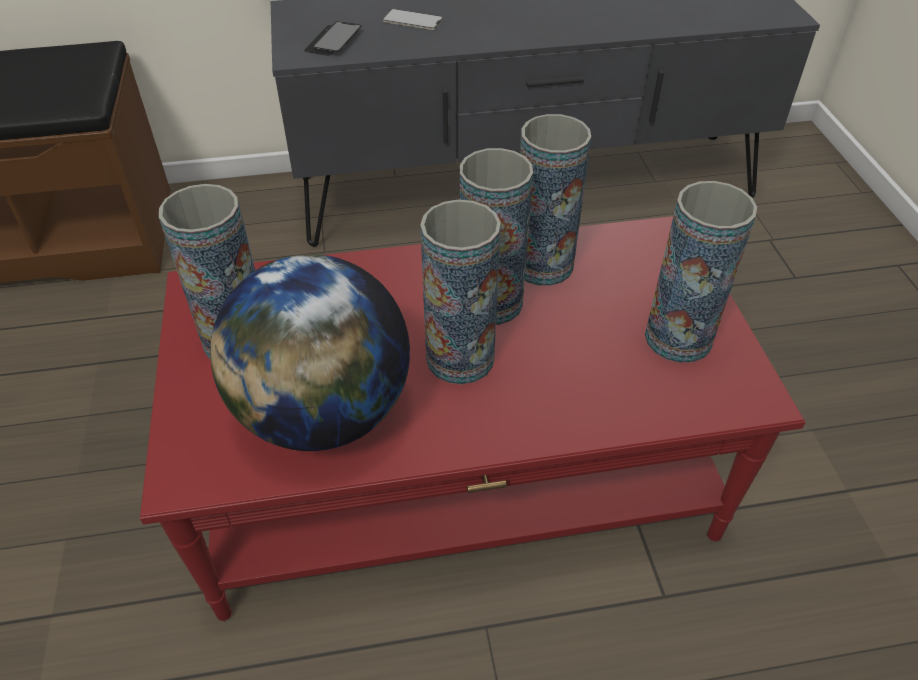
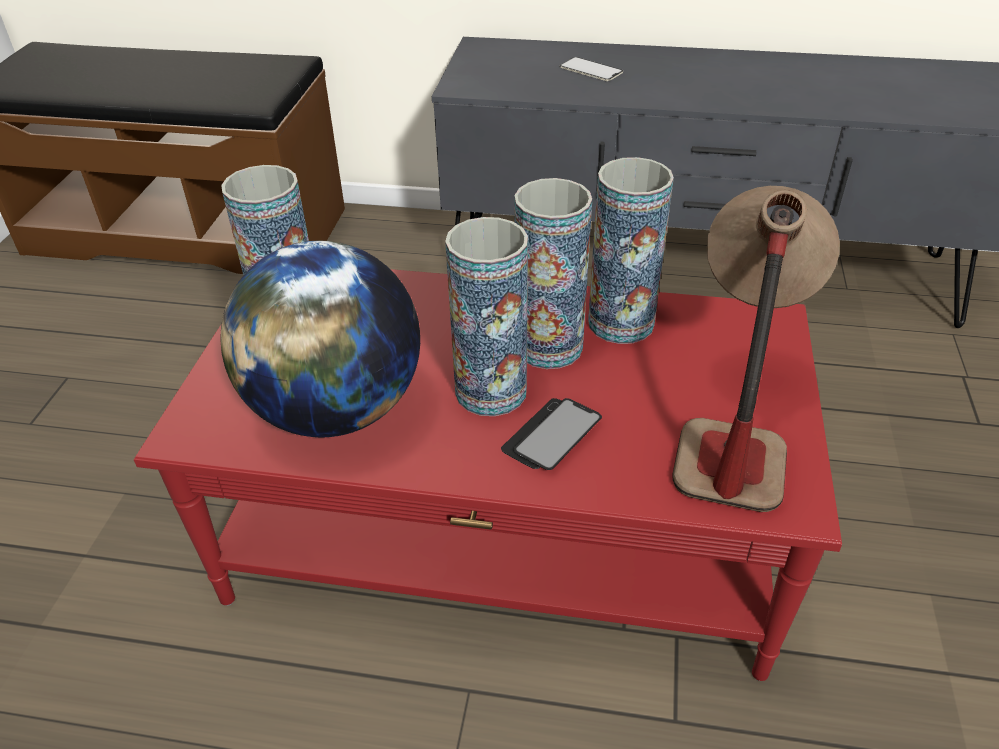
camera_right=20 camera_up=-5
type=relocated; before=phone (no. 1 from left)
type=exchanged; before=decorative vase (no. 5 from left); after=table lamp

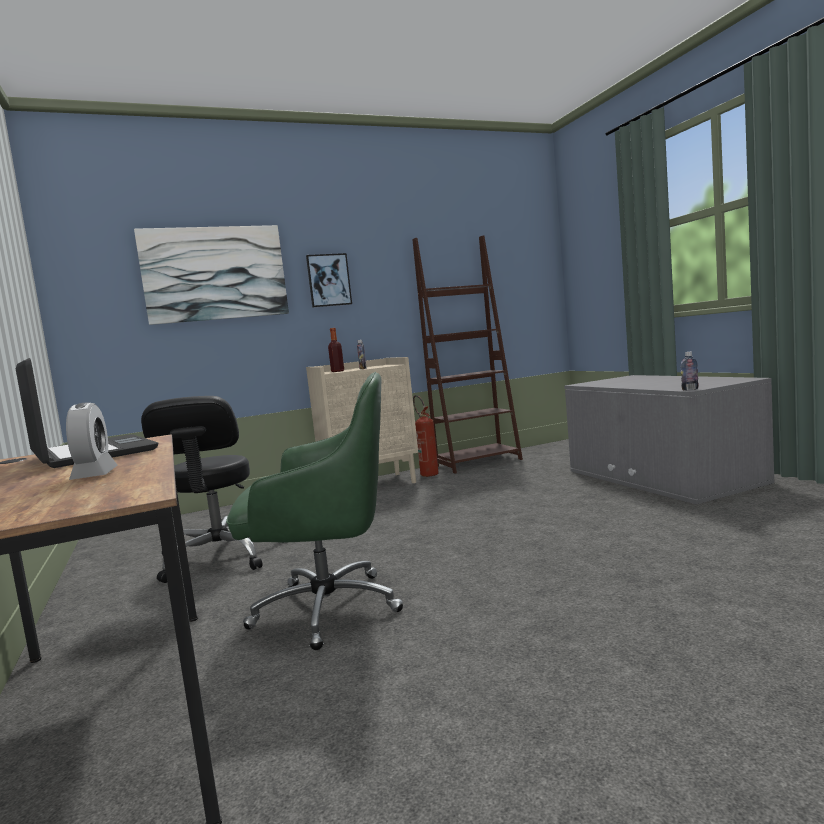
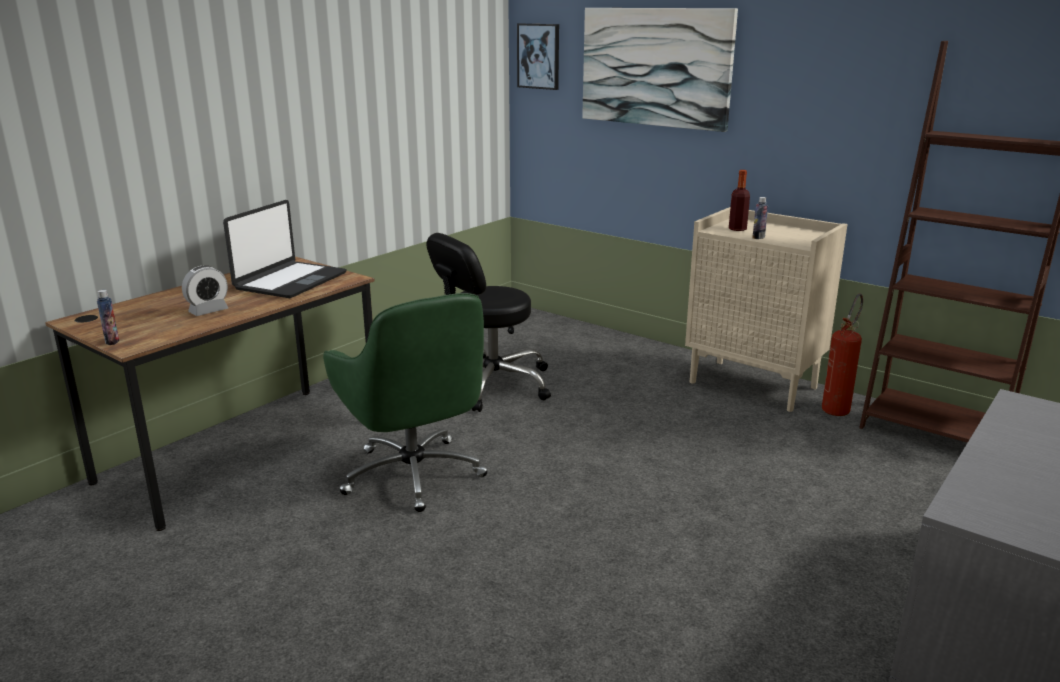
camera_right=60 camera_up=15
type=relocated; before=drink bottle (no. 3 from left in the first image); after=drink bottle (no. 1 from left)
type=relocated; before=wall art (no. 2 from left in the first image); after=wall art (no. 1 from left)

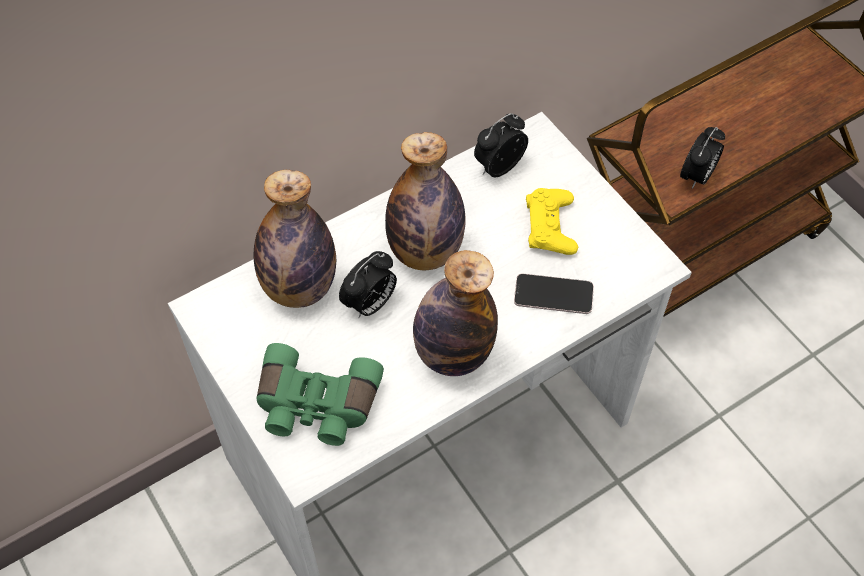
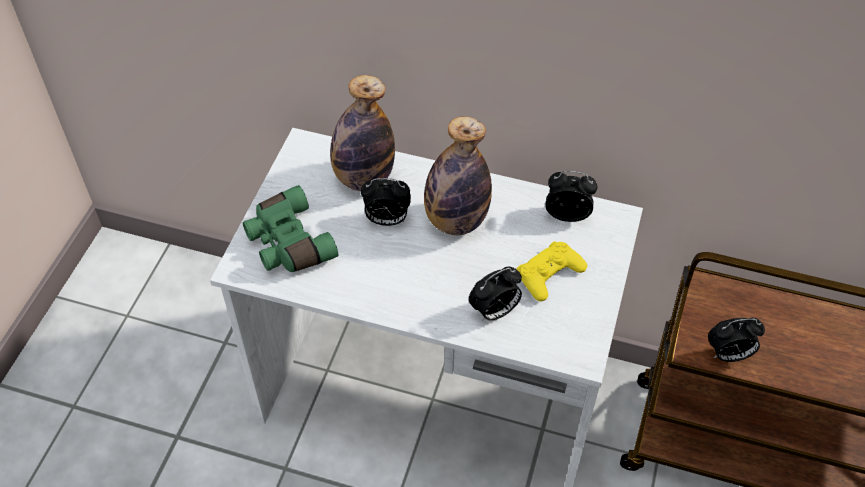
camera_right=50 camera_up=-5
type=exchanged; before=phone; after=table clock (no. 2 from left)
type=missing; before=drink bottle (no. 3 from left)

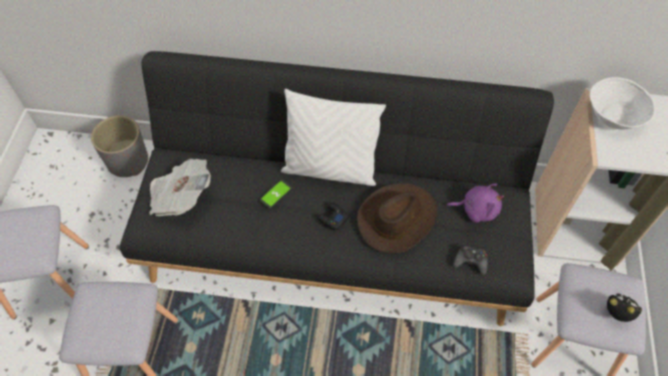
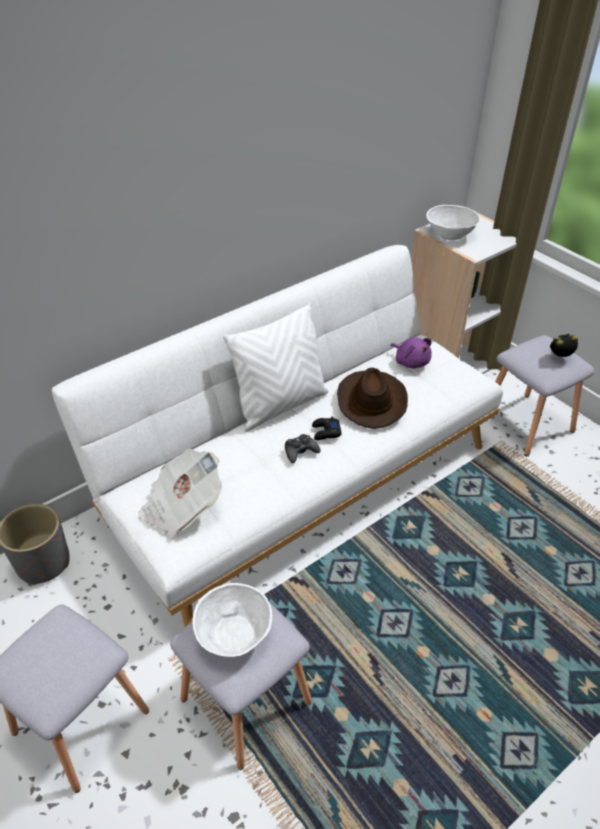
camera_right=-45 camera_up=-15
type=colour; before=black couch; after=whitish couch
type=appeared; after=whitish serving bowl (no. 1 from left)
type=relocated; before=black joypad (no. 2 from left in the first image); after=black joypad (no. 1 from left)
type=spun; before=purplish plush toy; turn=90
type=missing; before=phone

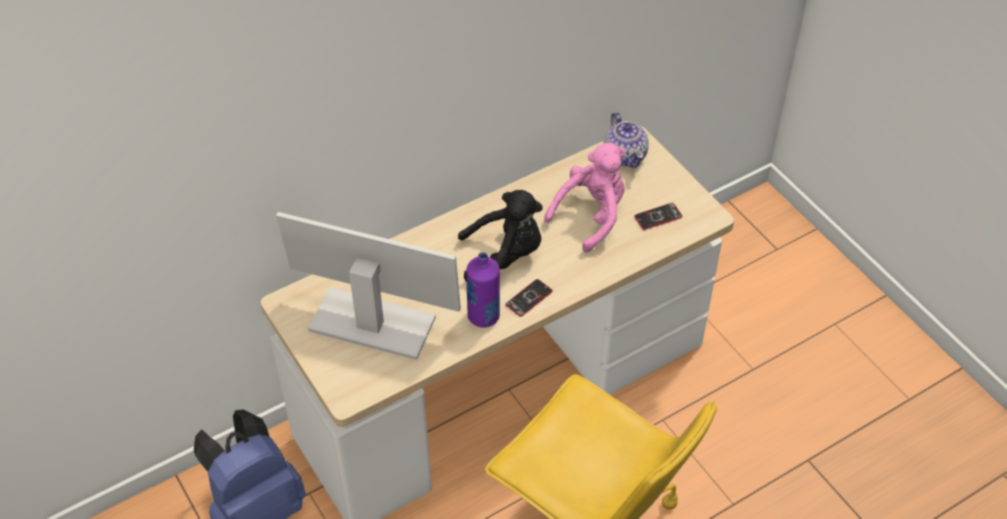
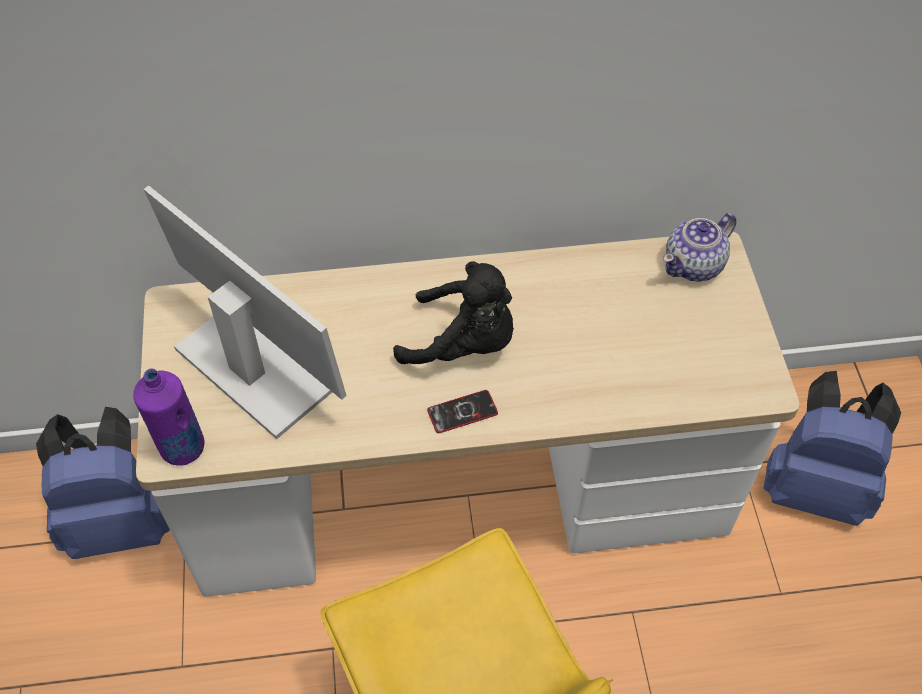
camera_right=25 camera_up=5
type=relocated; before=purplish drink bottle
type=spun; before=teapot; turn=45
type=appeared; after=blue knapsack (no. 2 from left)
type=missing; before=pinkish plush toy
type=missing; before=phone (no. 2 from left)

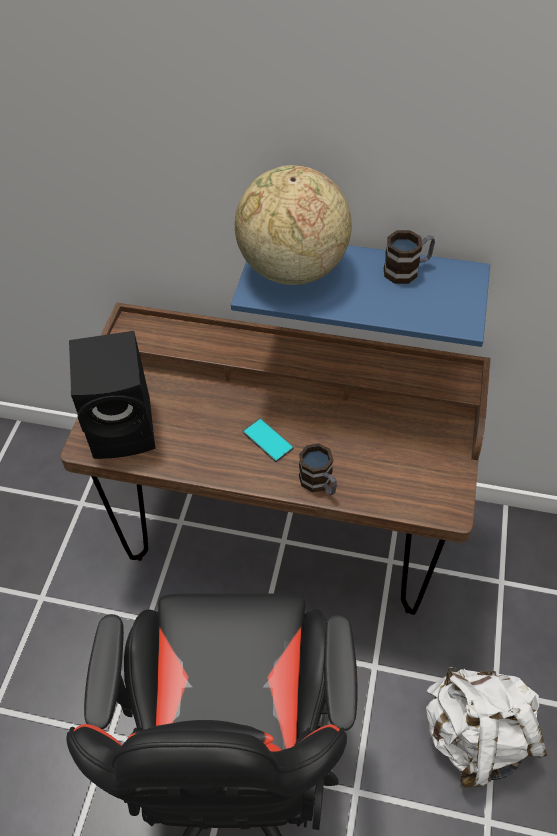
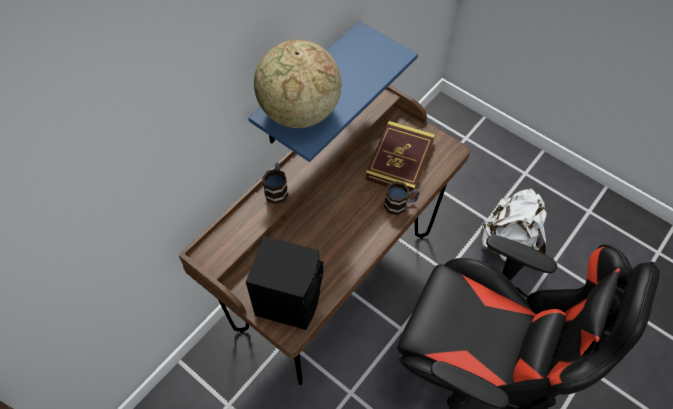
camera_right=-65 camera_up=5
type=relocated; before=coffee mug (no. 2 from left in the first image); after=coffee mug (no. 1 from left)
type=appeared; after=volume
type=missing; before=phone

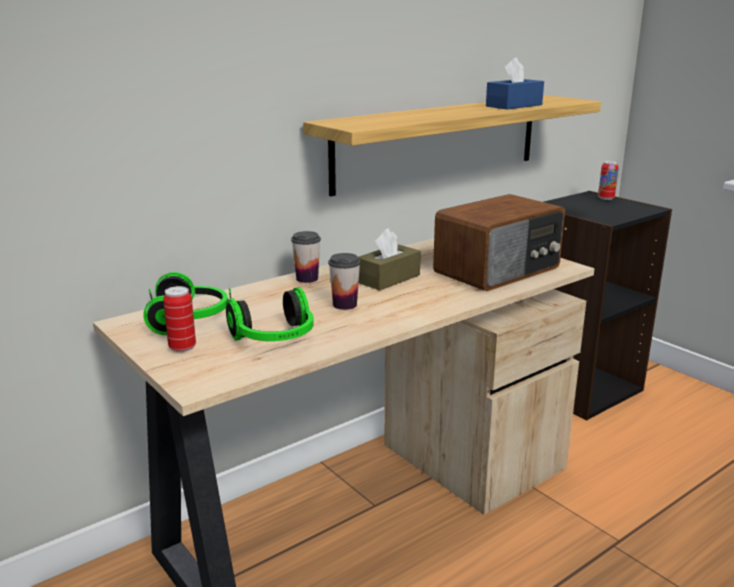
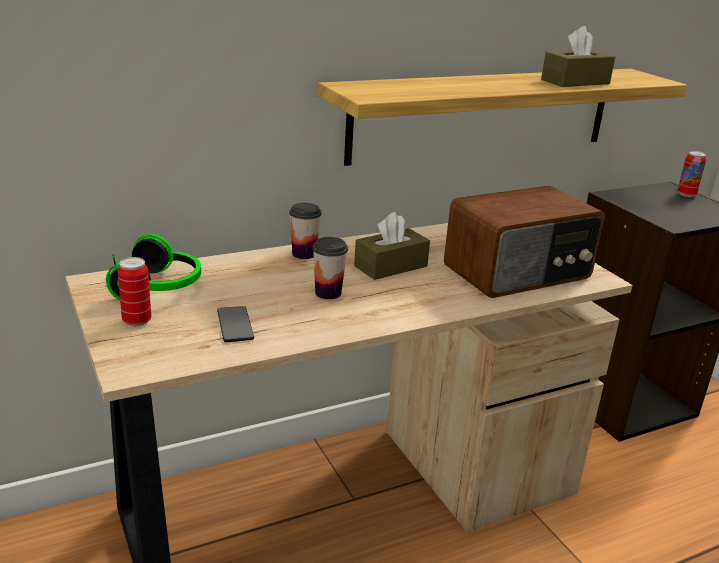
camera_right=10 camera_up=5
type=exchanged; before=pair of headphones (no. 2 from left); after=phone
type=colour; before=blue tissue box; after=brown tissue box (no. 2 from left)

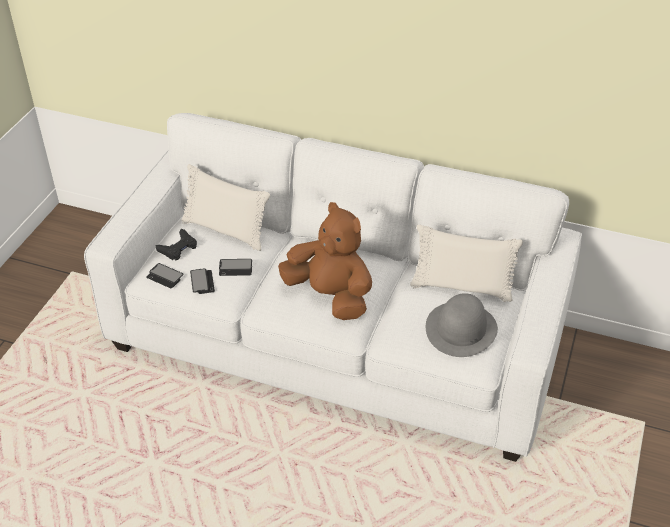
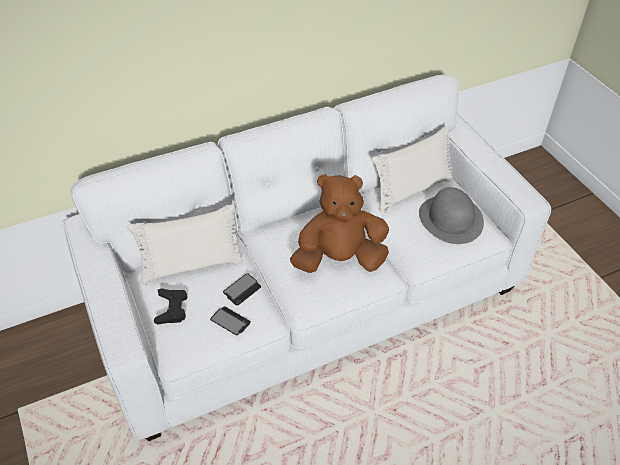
camera_right=-45 camera_up=5
type=missing; before=phone (no. 1 from left)

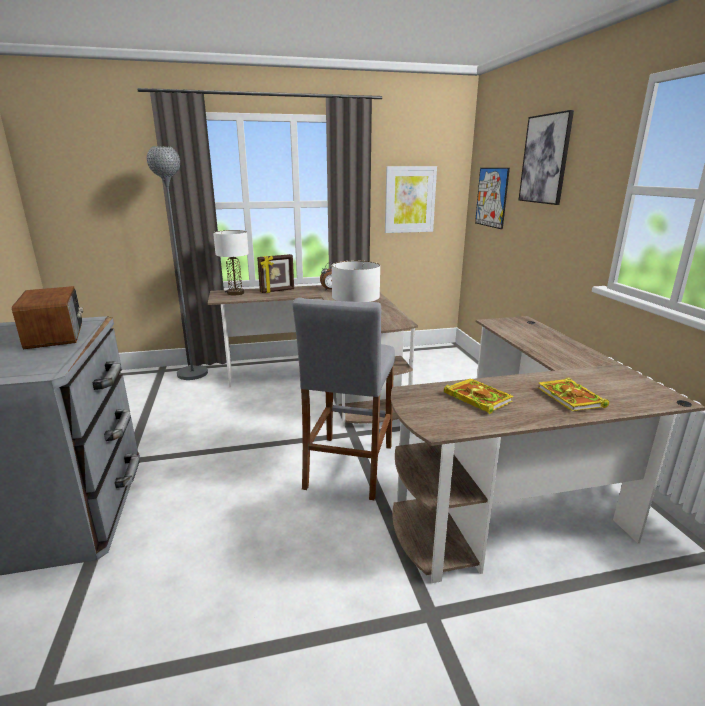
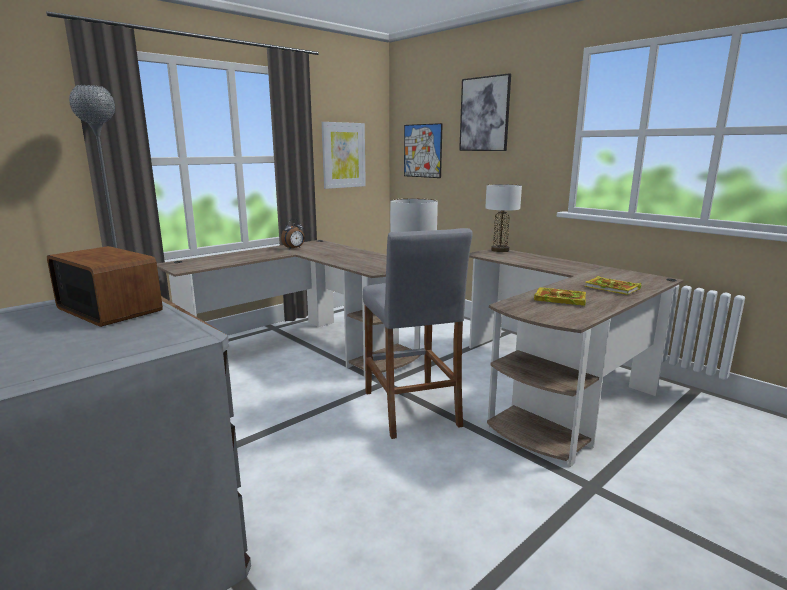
camera_right=-30 camera_up=-5
type=relocated; before=table lamp (no. 1 from left in the first image); after=table lamp (no. 2 from left)
type=missing; before=picture frame

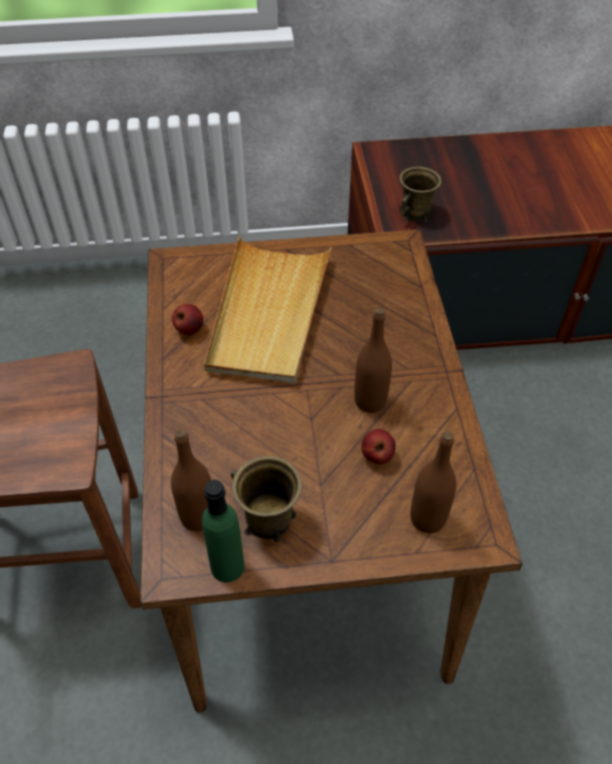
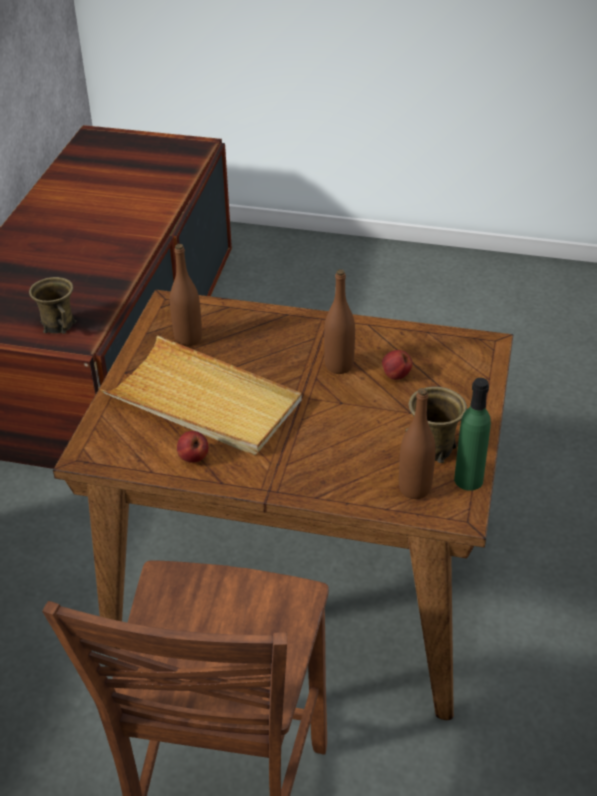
camera_right=-70 camera_up=-10
type=relocated; before=brown drink bottle (no. 3 from left in the first image); after=brown drink bottle (no. 1 from left)

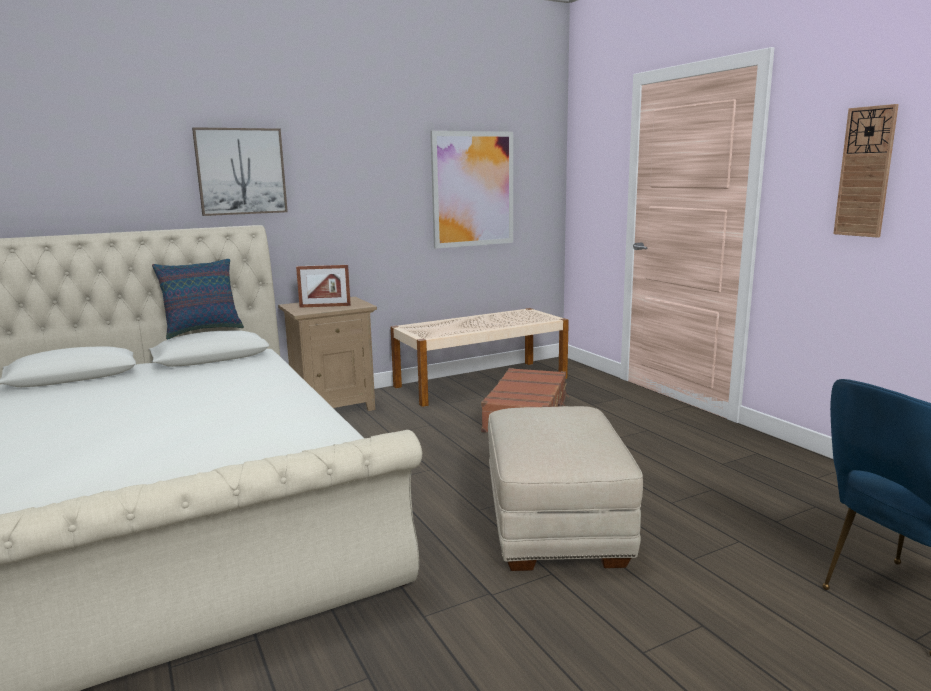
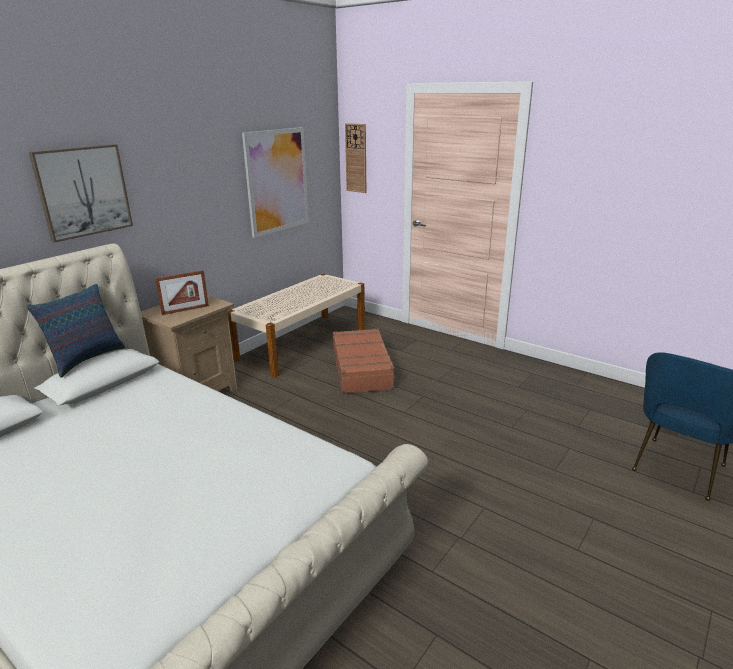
camera_right=-25 camera_up=10
type=relocated; before=clock on the wall
type=missing; before=sand-coloured footrest

